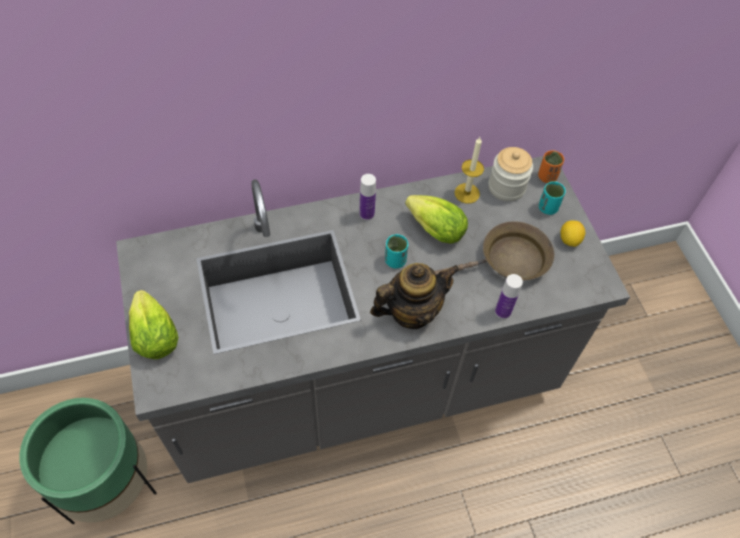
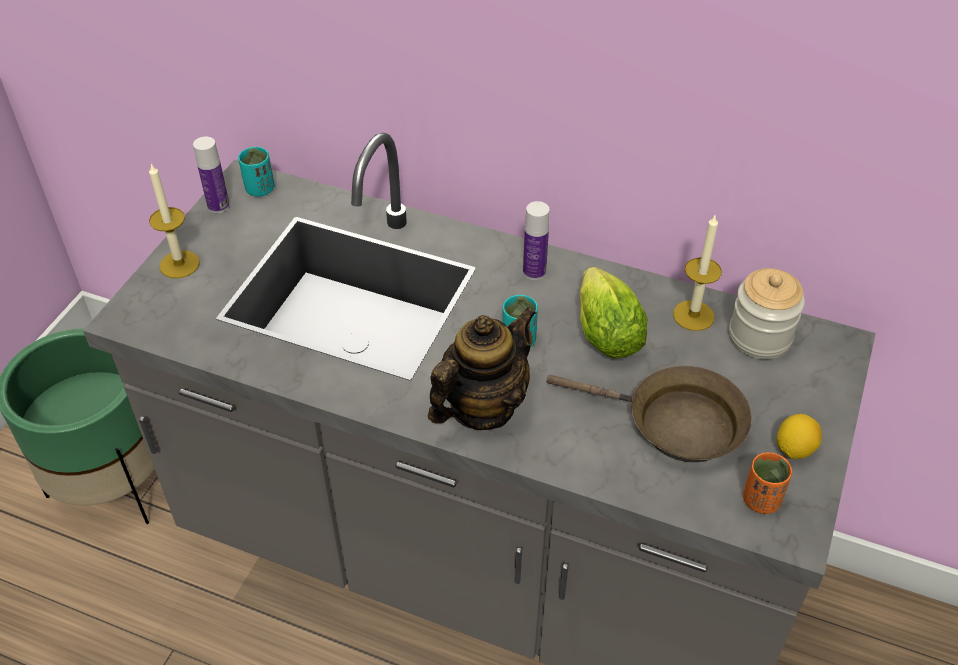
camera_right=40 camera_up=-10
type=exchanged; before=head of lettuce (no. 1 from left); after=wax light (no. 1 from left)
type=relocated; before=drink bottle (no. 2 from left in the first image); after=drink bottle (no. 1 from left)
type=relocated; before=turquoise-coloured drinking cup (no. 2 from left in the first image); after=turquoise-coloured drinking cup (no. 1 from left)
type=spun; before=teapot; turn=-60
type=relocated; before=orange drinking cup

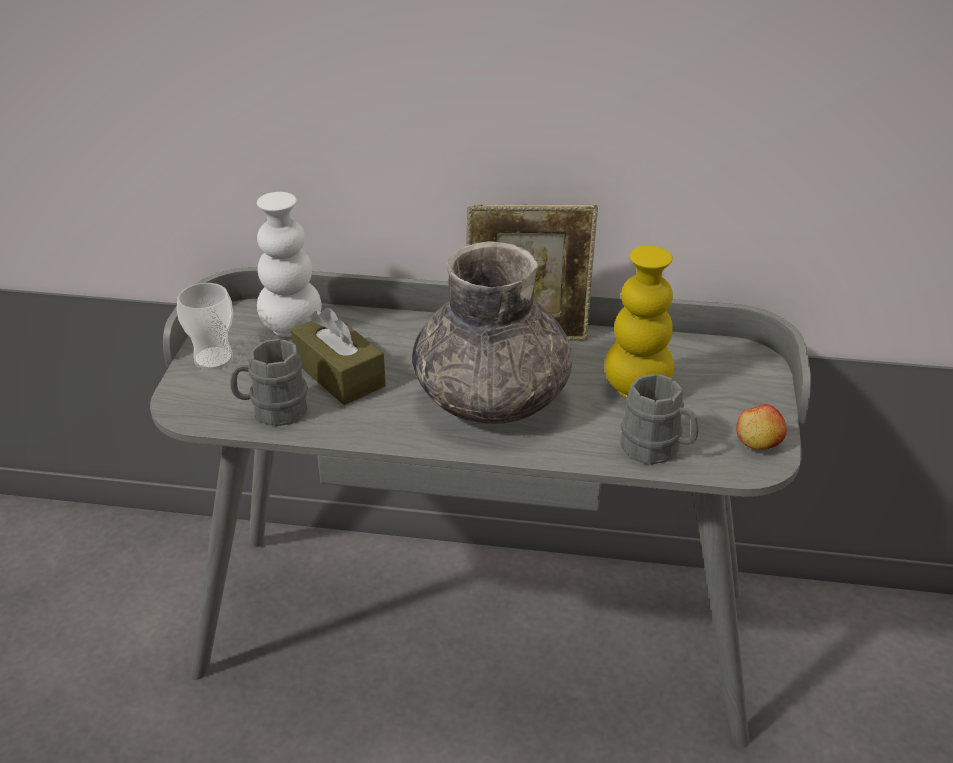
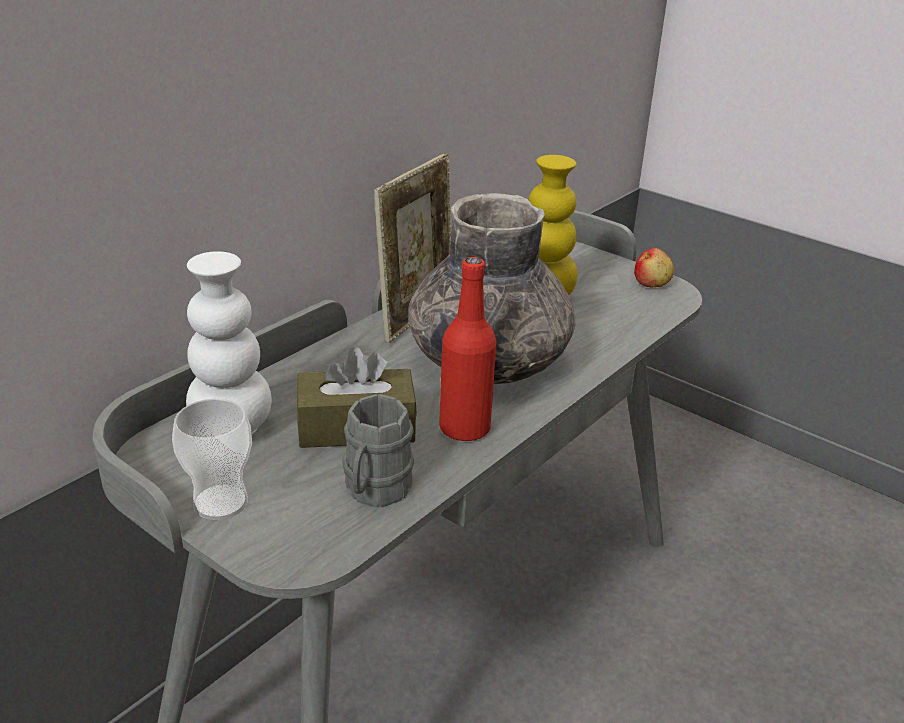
camera_right=-60 camera_up=-5
type=appeared; after=red drink bottle
type=missing; before=grey coffee mug (no. 2 from left)

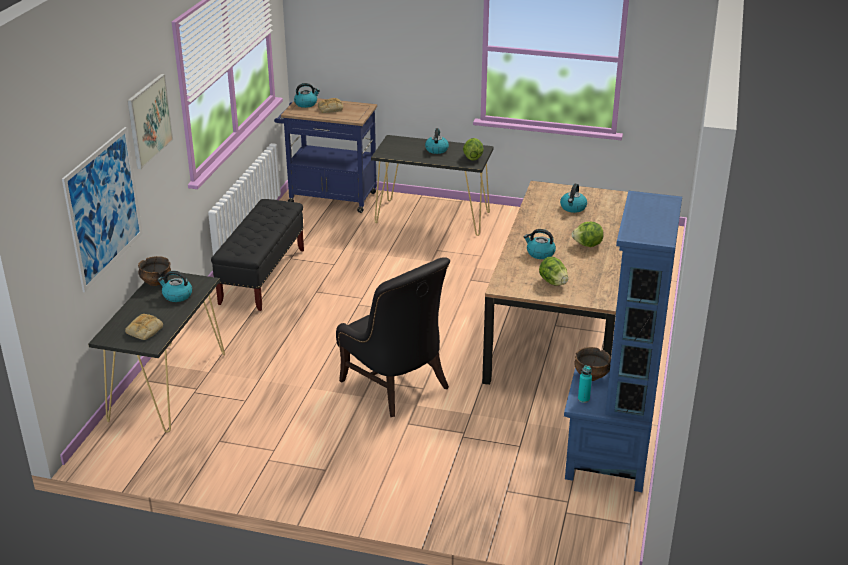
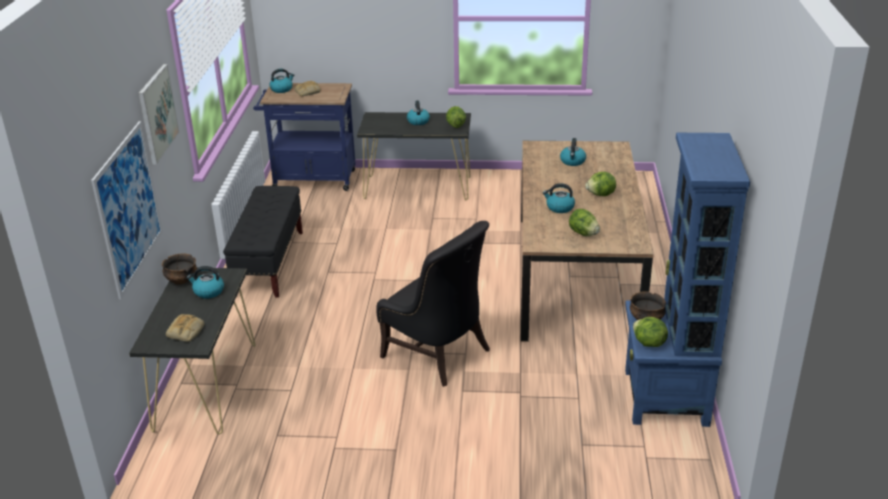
camera_right=-10 camera_up=0
type=exchanged; before=turquoise-coloured drink bottle; after=head of lettuce (no. 4 from left)

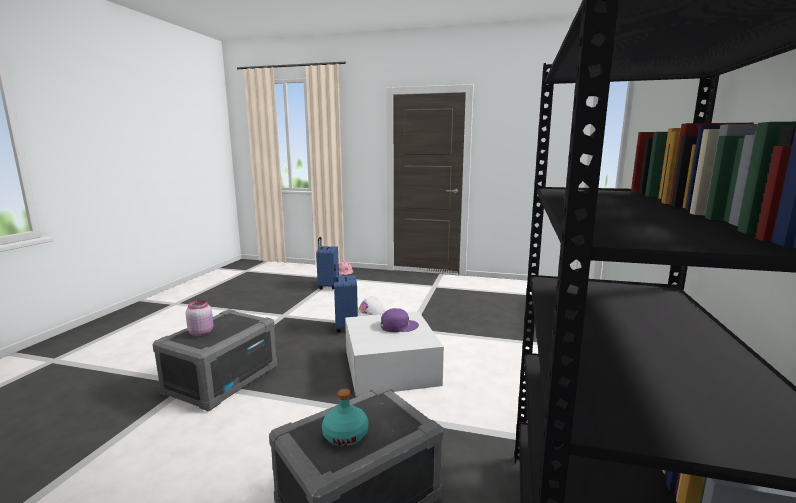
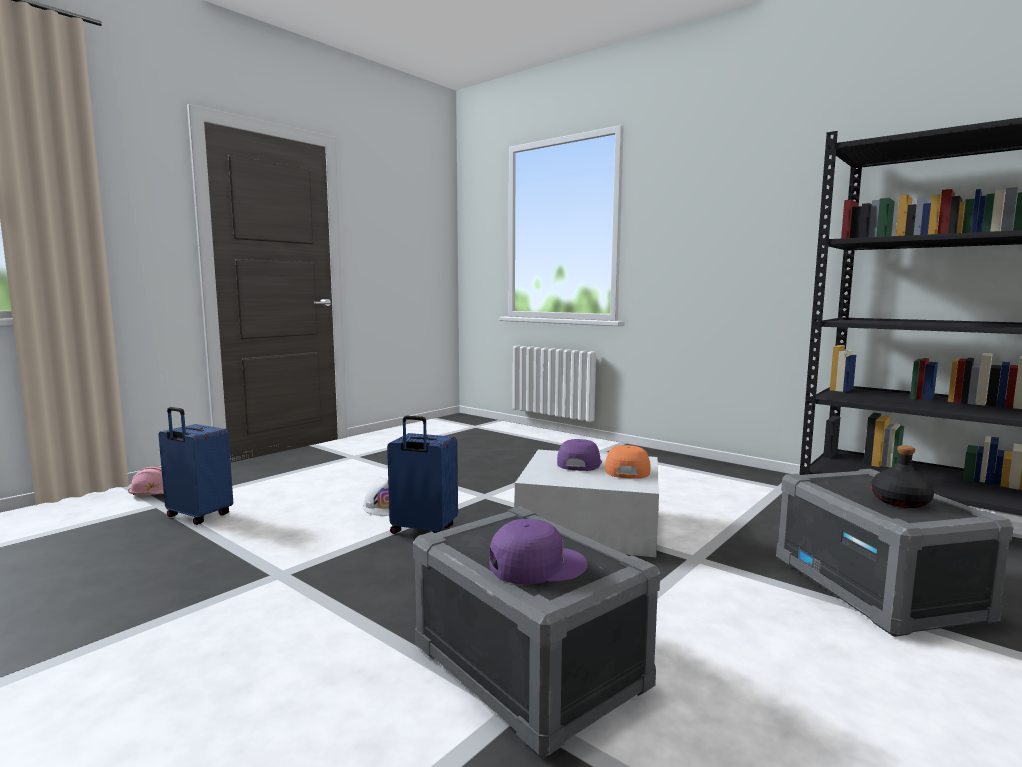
camera_right=-65 camera_up=-5
type=exchanged; before=pinkish storage jar; after=purplish peaked cap (no. 1 from left)
type=appeared; after=orange peaked cap
type=colour; before=turquoise-coloured drink bottle; after=black drink bottle

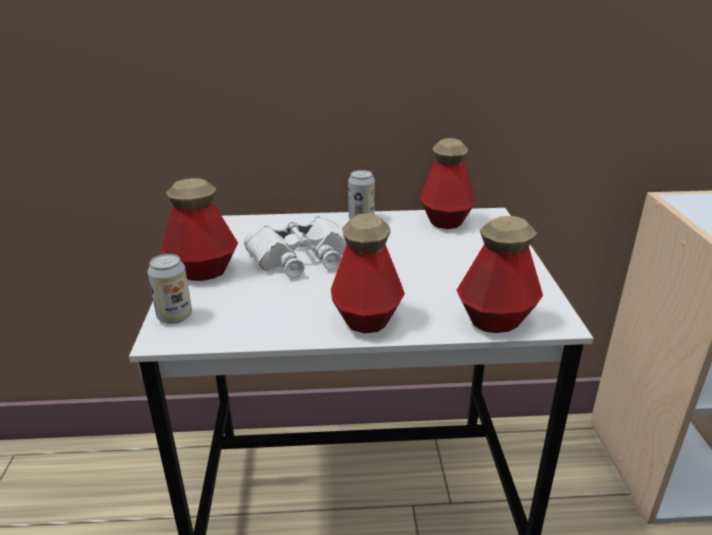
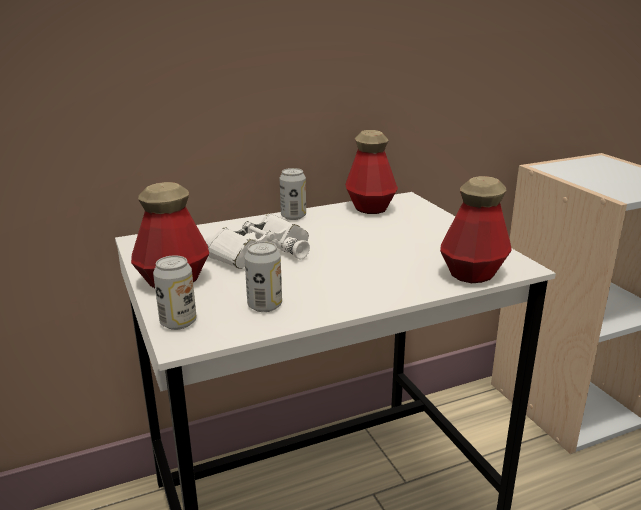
camera_right=-20 camera_up=-5
type=appeared; after=can (no. 2 from left)
type=missing; before=drink bottle (no. 2 from left)

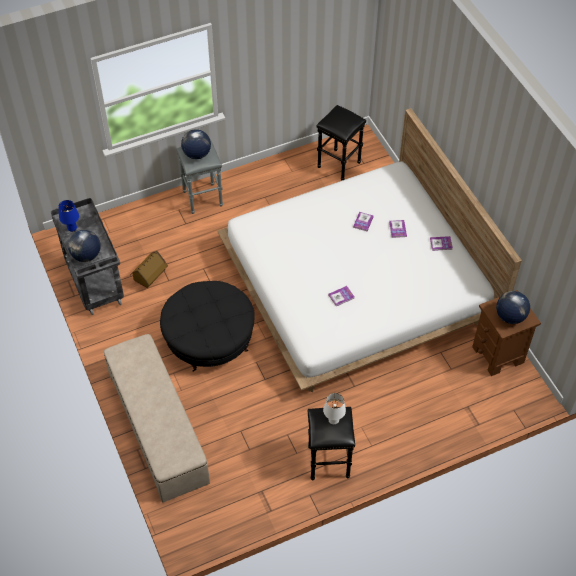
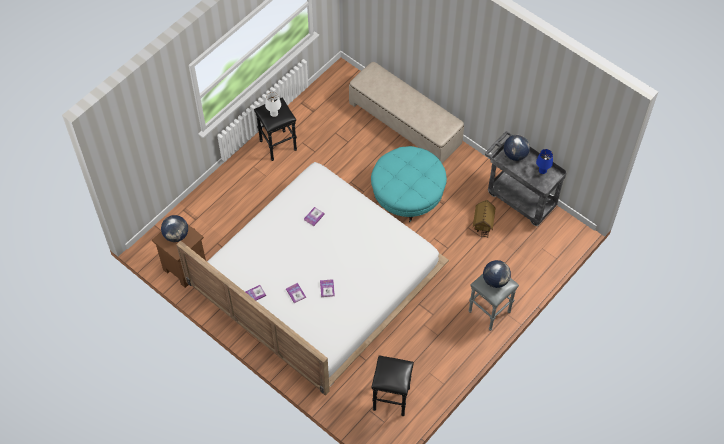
camera_right=155 camera_up=5
type=colour; before=black footrest; after=turquoise-coloured footrest

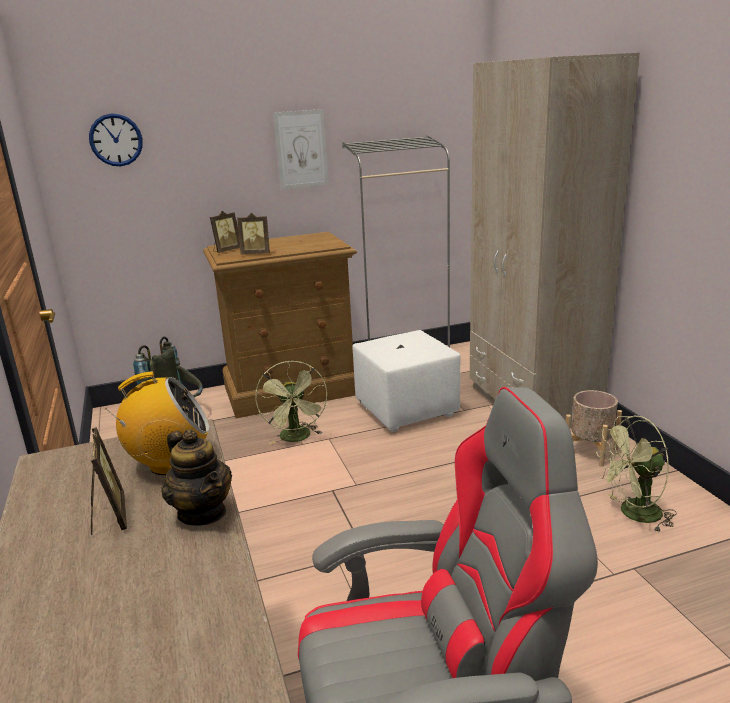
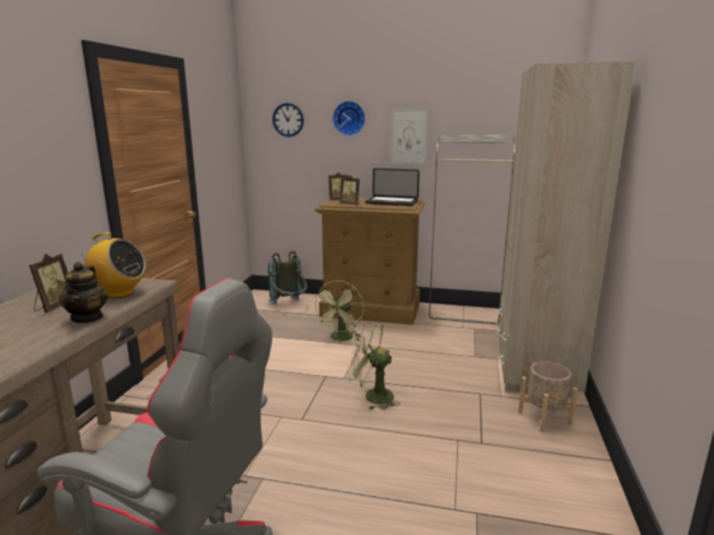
camera_right=30 camera_up=-5
type=appeared; after=clock on the wall (no. 2 from left)
type=relocated; before=greenish cooling fan (no. 2 from left)
type=appeared; after=laptop
type=missing; before=whitish footrest

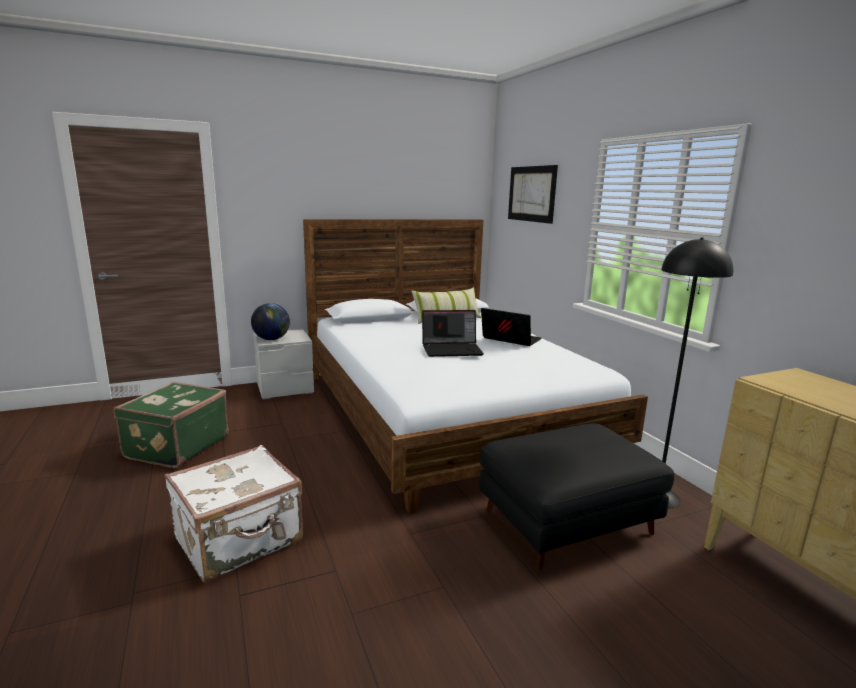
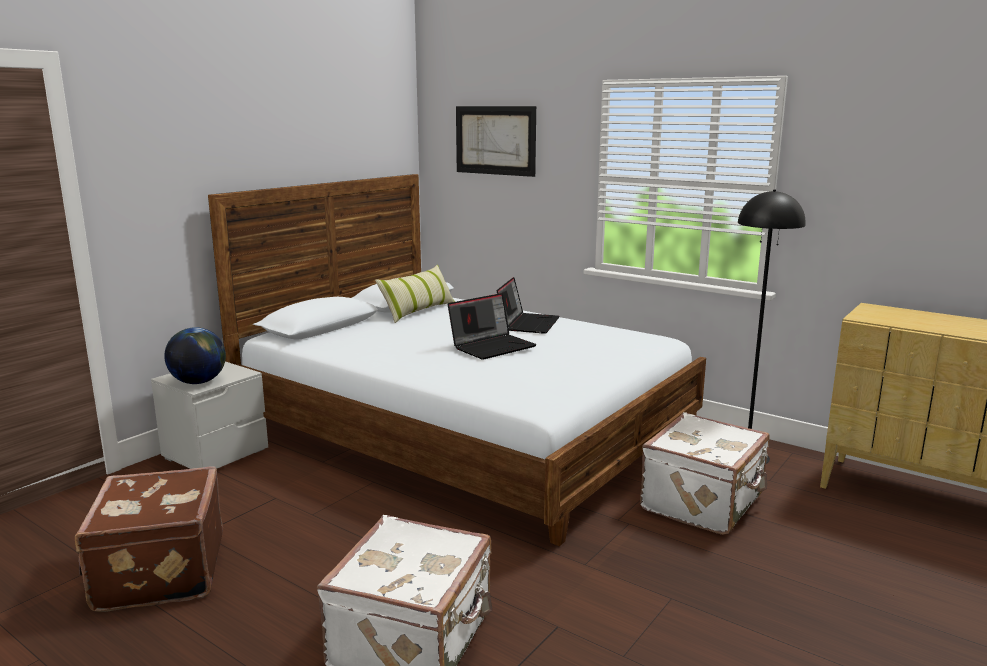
camera_right=-30 camera_up=0
type=colour; before=greenish travel case; after=brown travel case
type=spun; before=laptop (no. 2 from left); turn=105
type=exchanged; before=black footrest; after=whitish travel case (no. 2 from left)

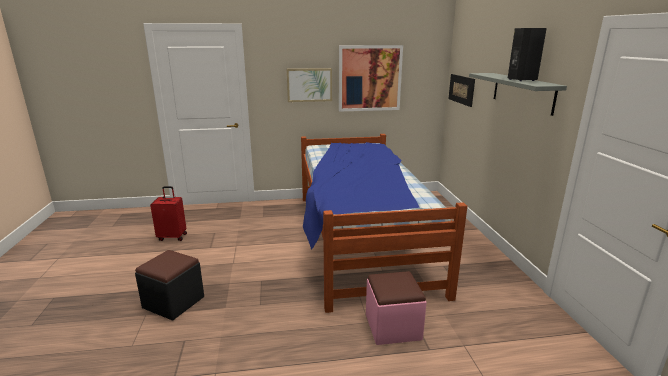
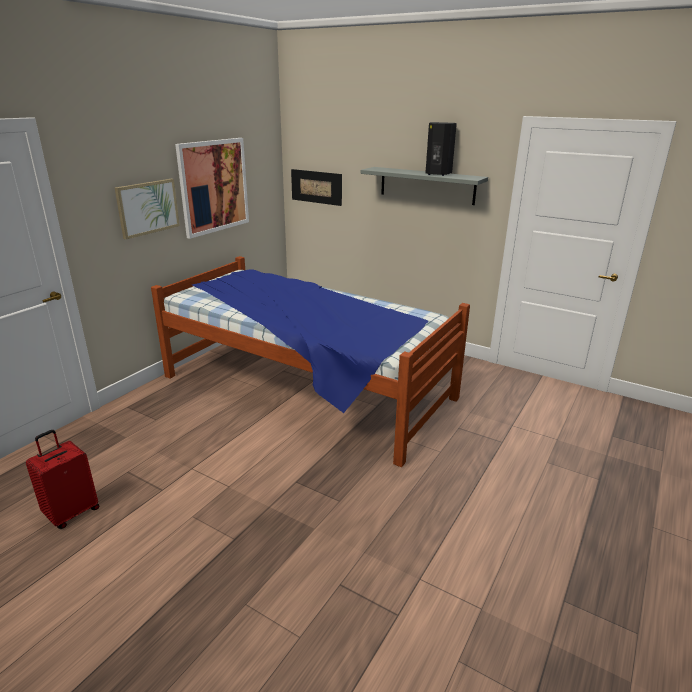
camera_right=-50 camera_up=5
type=missing; before=black footrest
type=missing; before=pinkish footrest

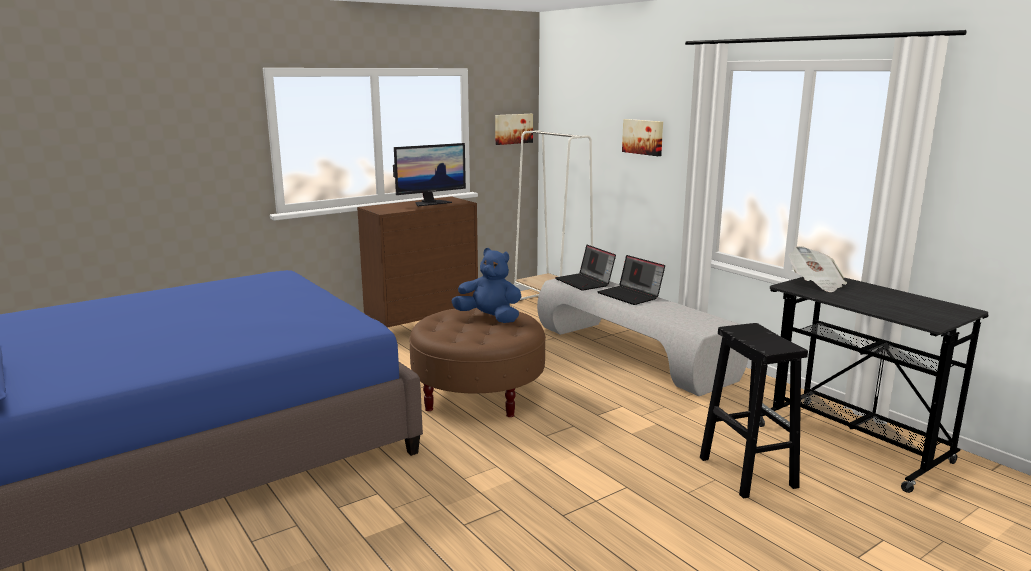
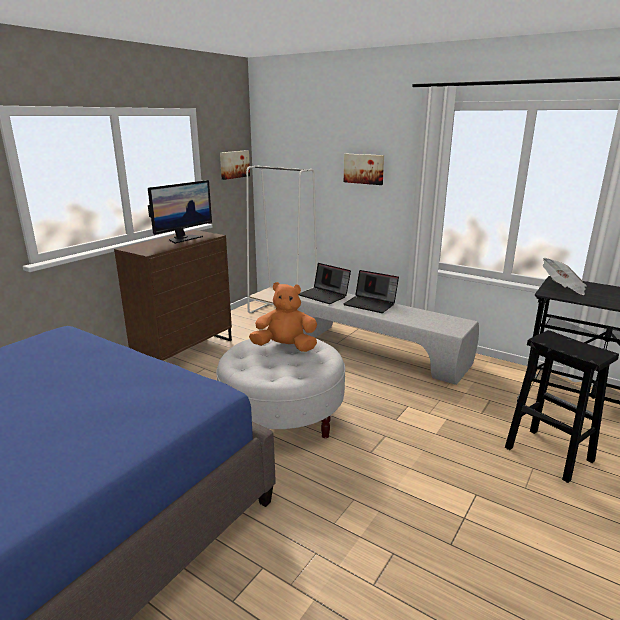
camera_right=-20 camera_up=5
type=colour; before=brown footrest; after=whitish footrest
type=colour; before=blue plush toy; after=orange plush toy

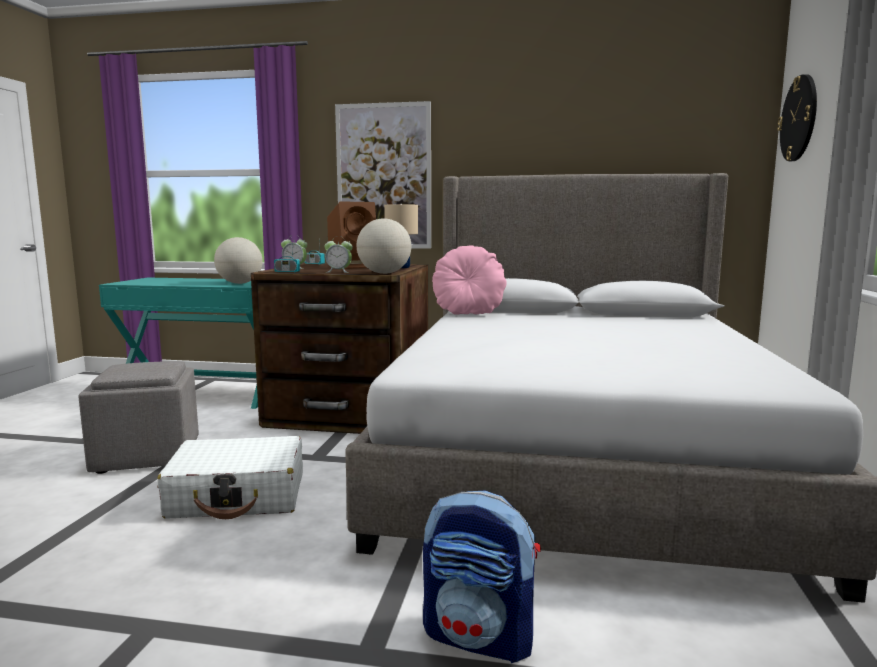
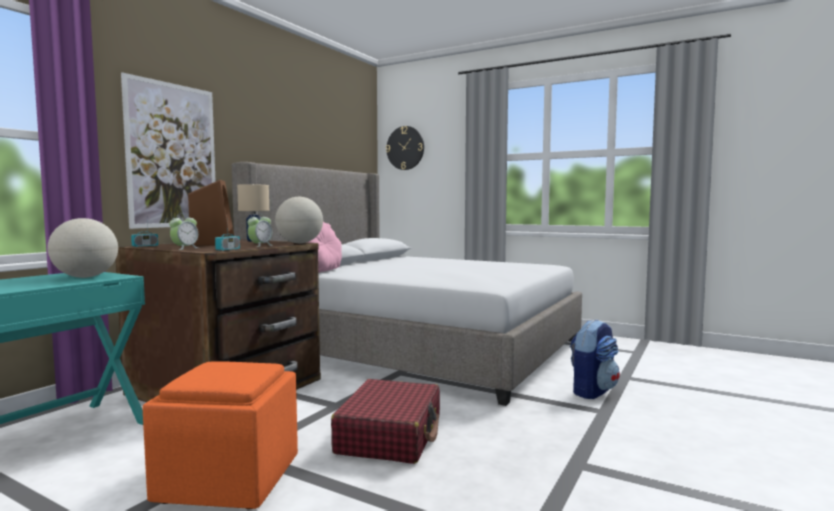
camera_right=-70 camera_up=-5
type=colour; before=grey footrest; after=orange footrest
type=colour; before=whitish travel case; after=red travel case

